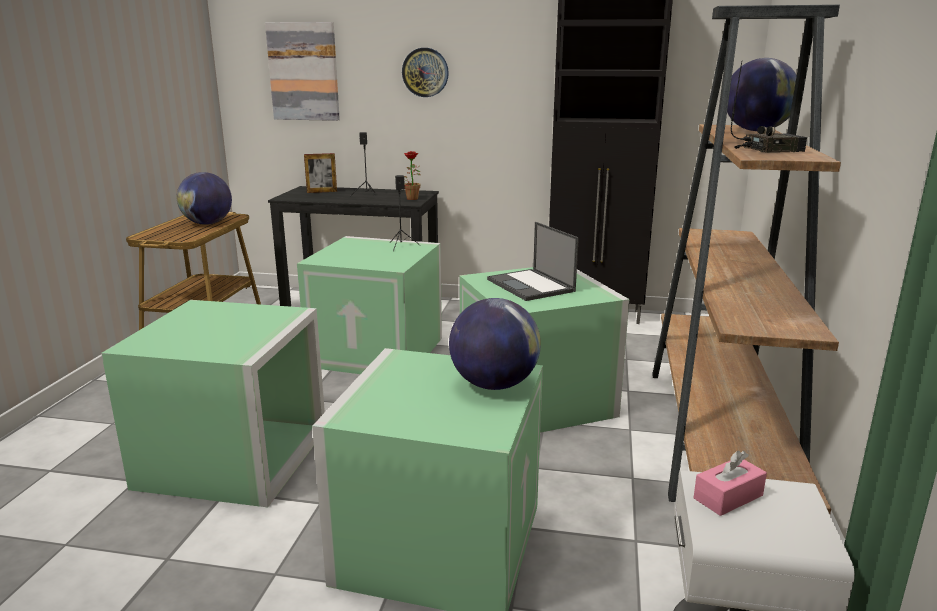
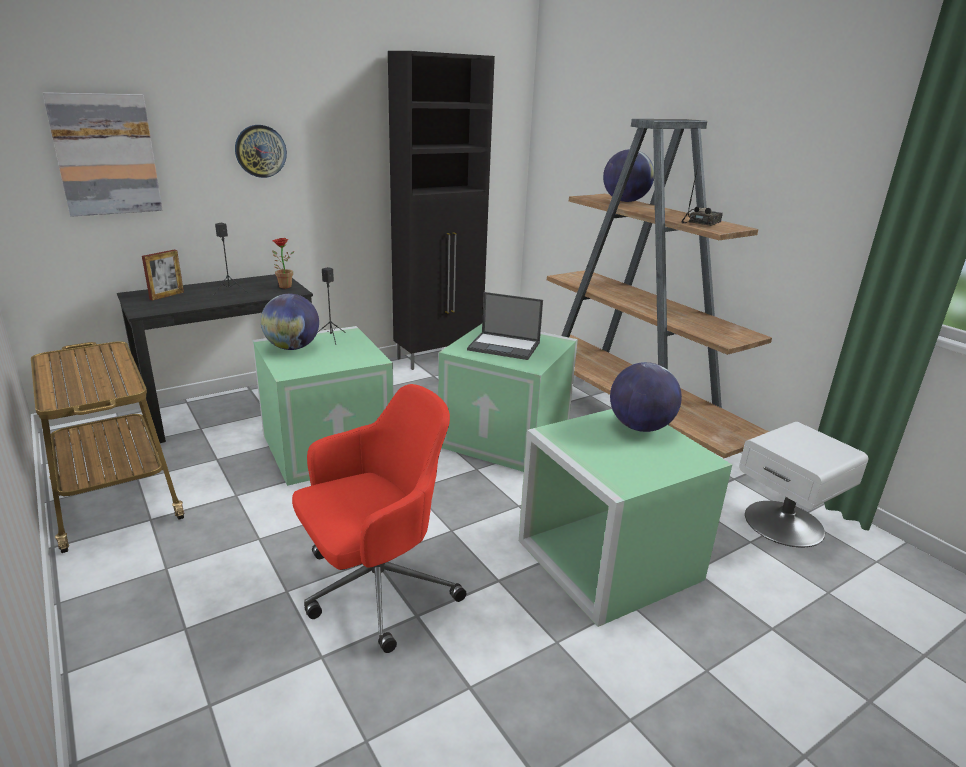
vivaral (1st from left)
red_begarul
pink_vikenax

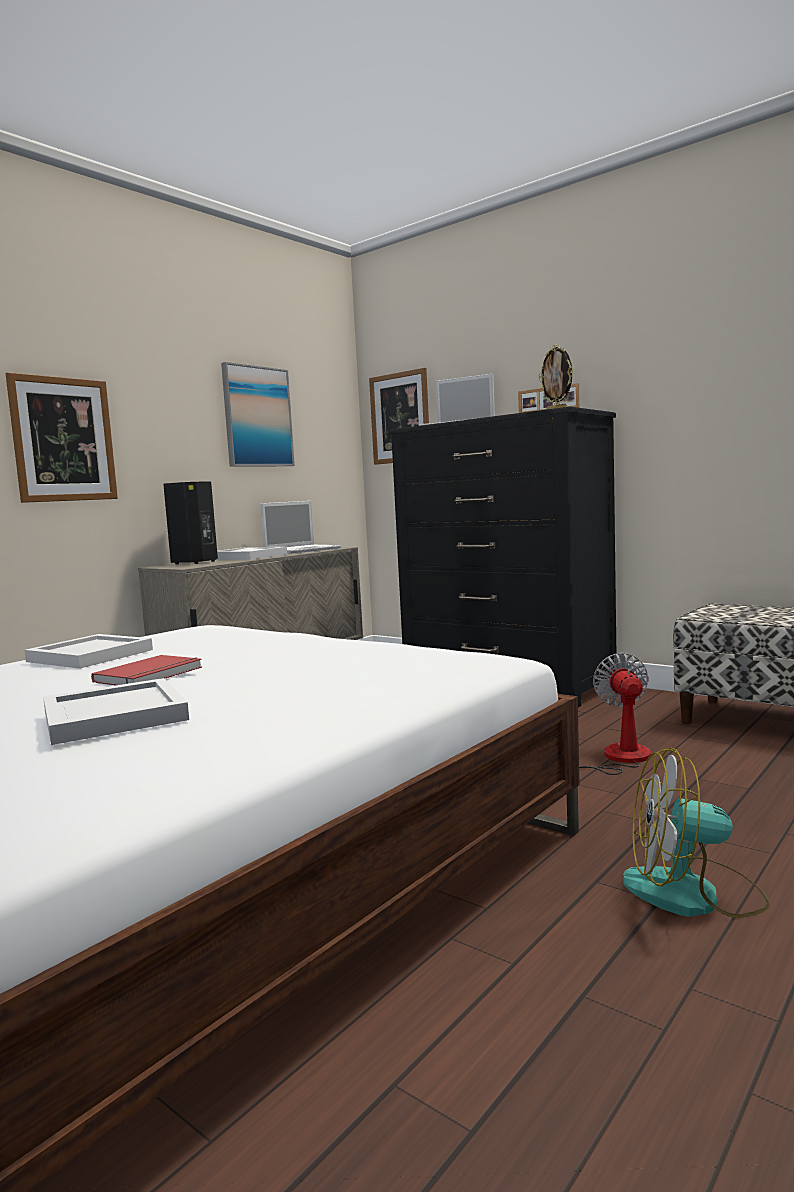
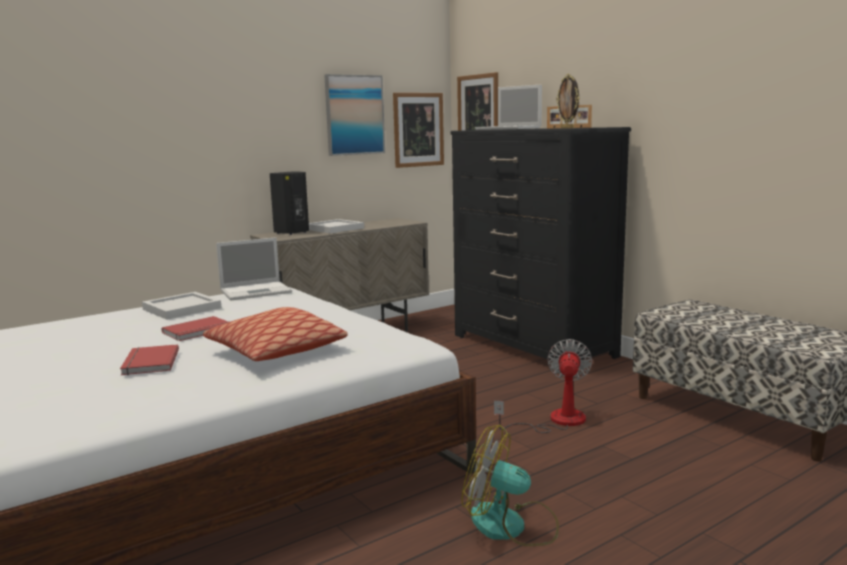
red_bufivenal (1st from left)
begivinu
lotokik (1st from left)
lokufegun (2nd from left)

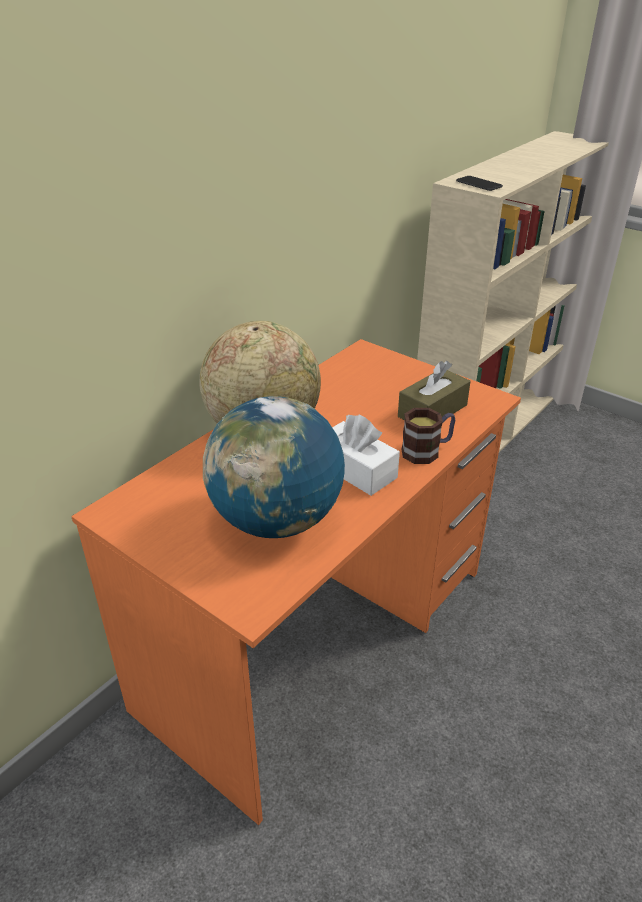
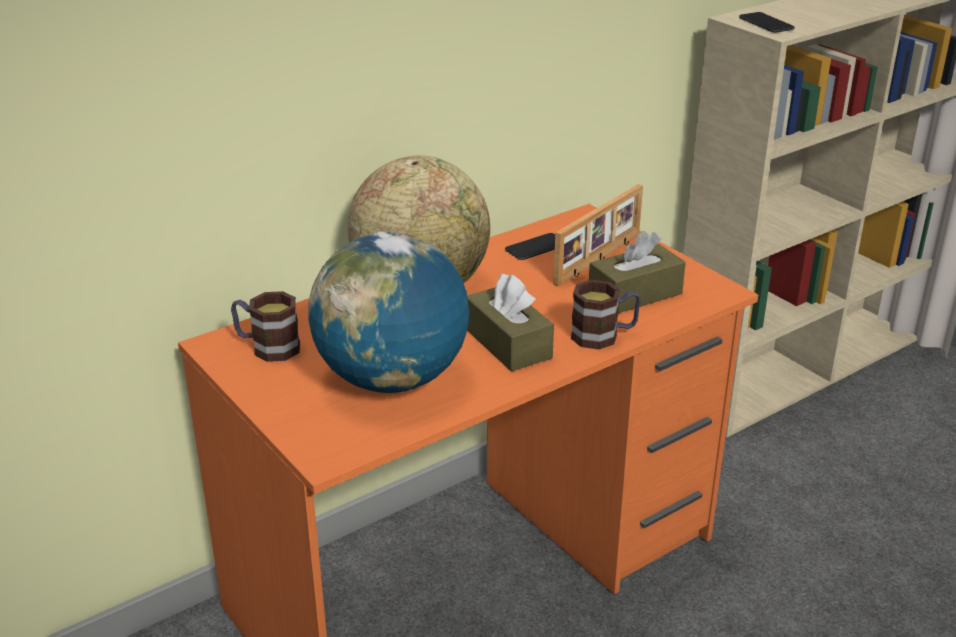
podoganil (1st from left)
brown_vikenax (1st from left)
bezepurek (1st from left)
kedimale

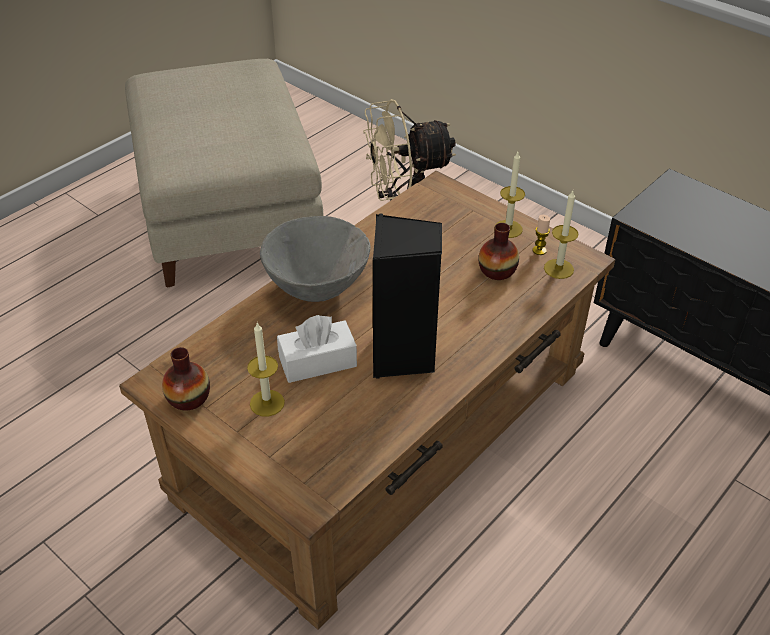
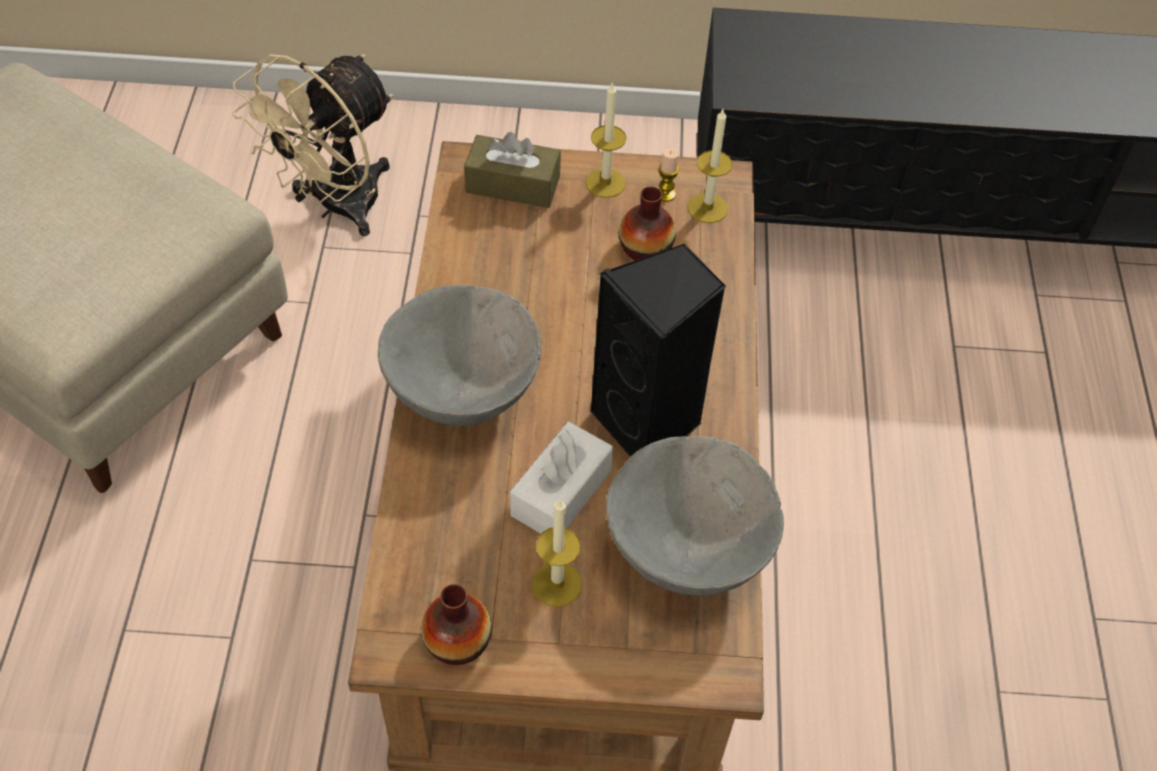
brown_vikenax
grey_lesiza (2nd from left)

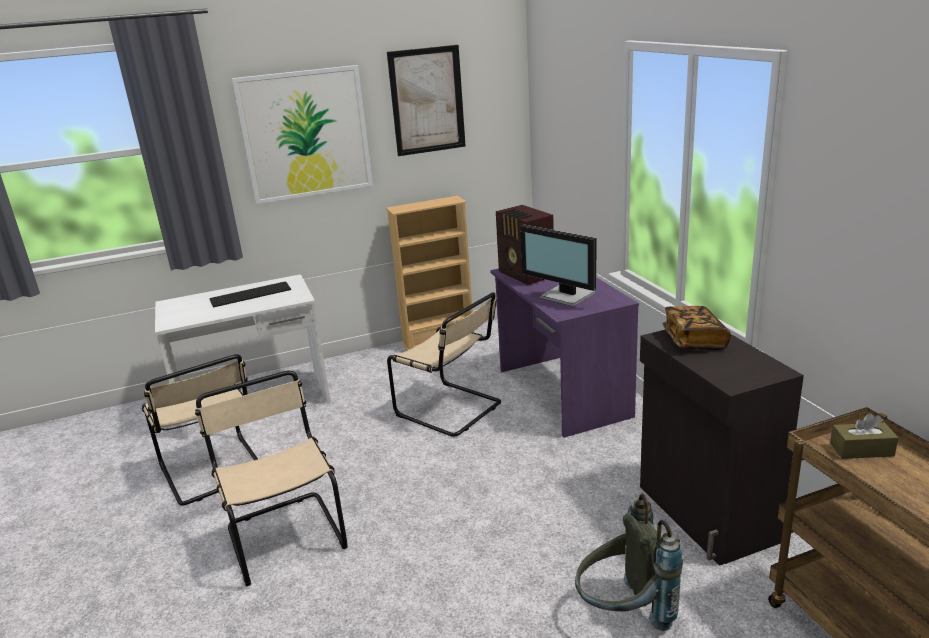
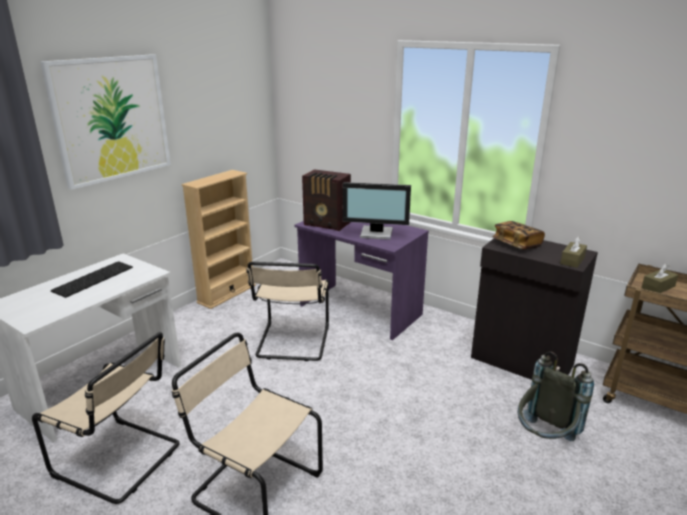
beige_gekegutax (3rd from left)
brown_vikenax (1st from left)
lokufegun (2nd from left in the first image)

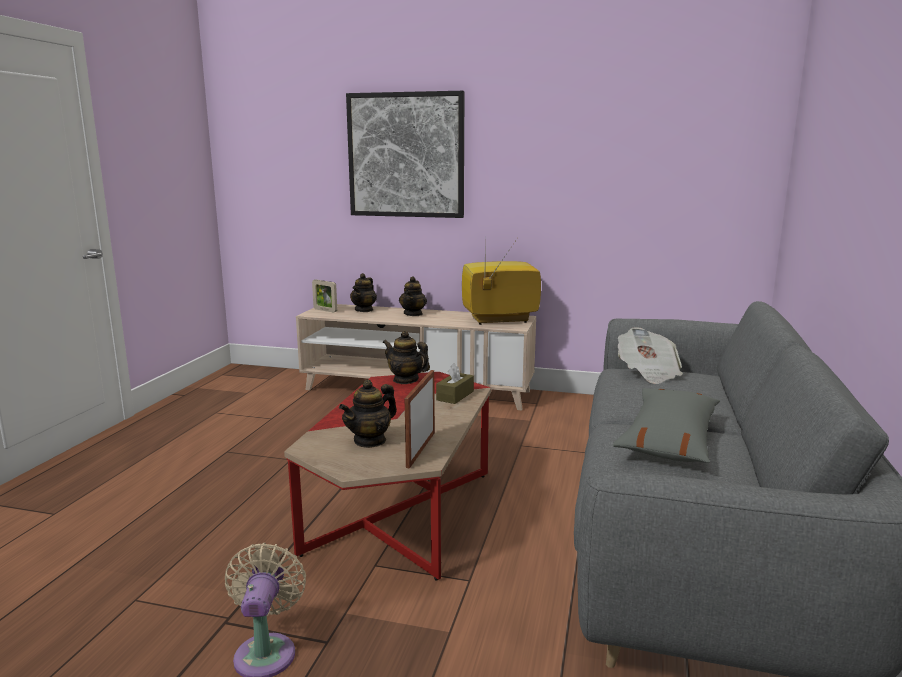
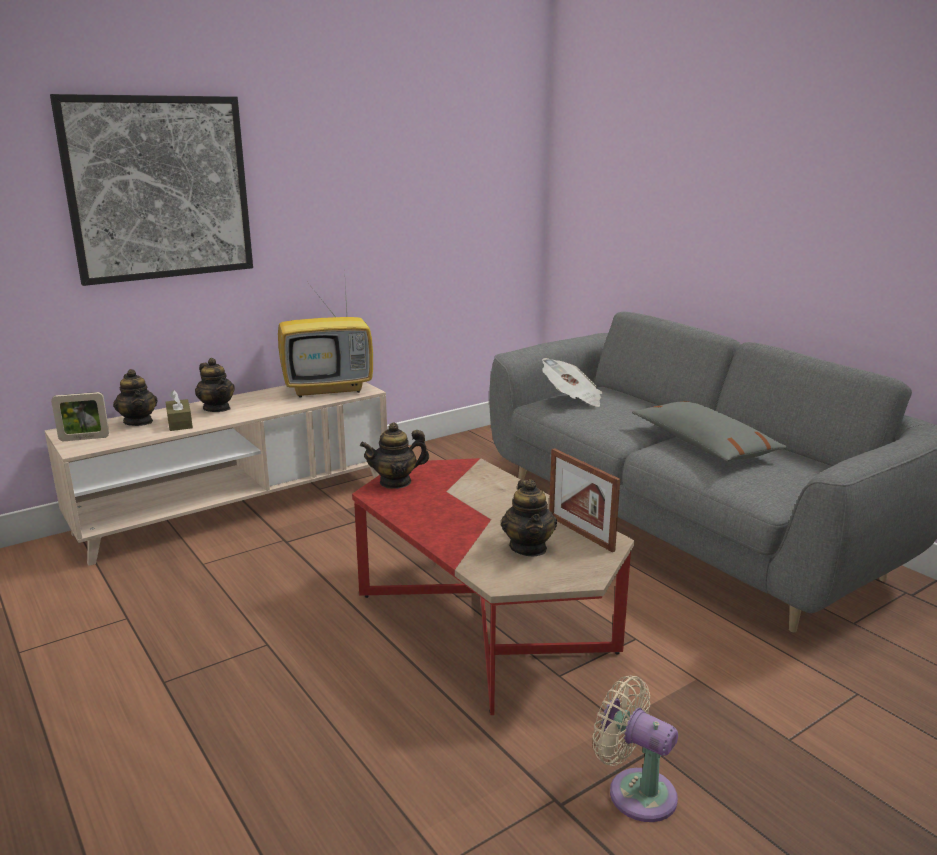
brown_vikenax
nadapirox

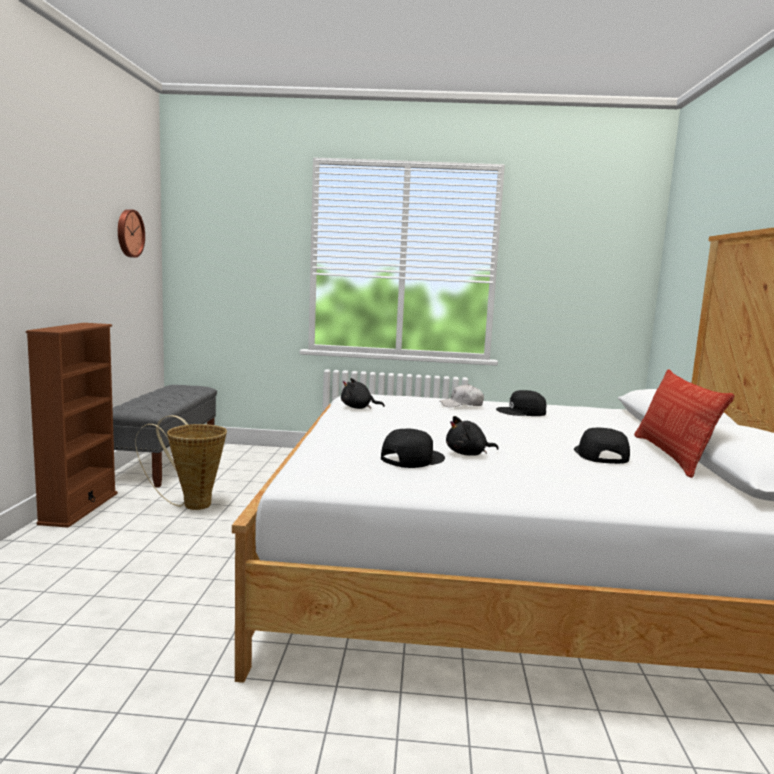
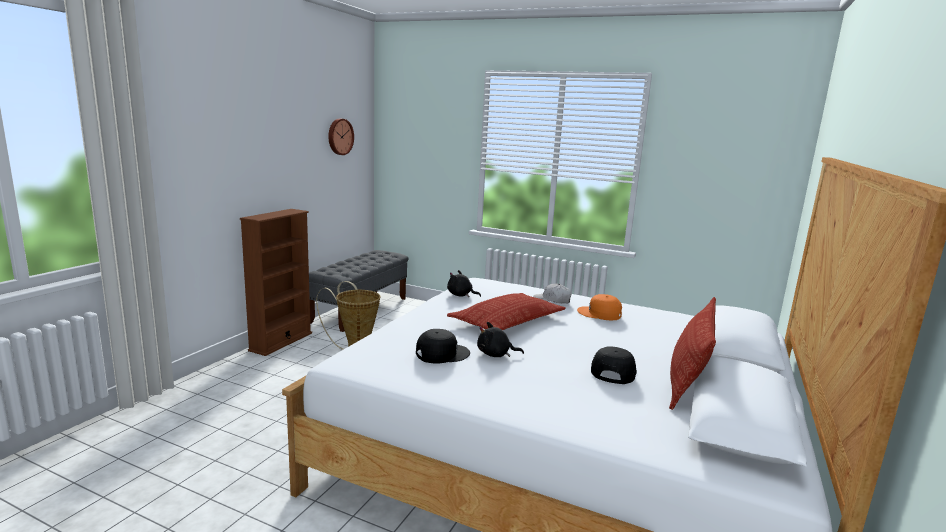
begivinu (1st from left)
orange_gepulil

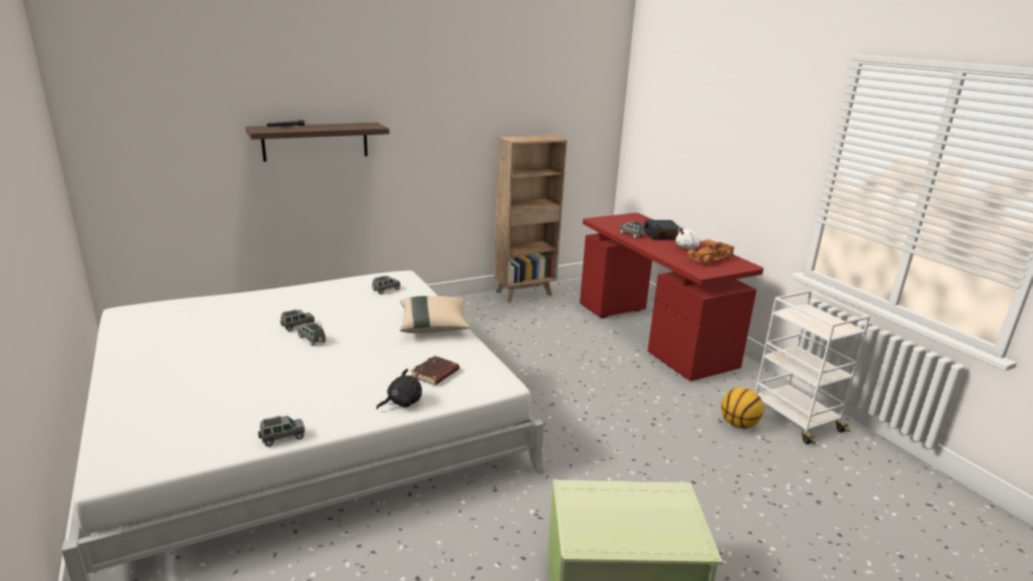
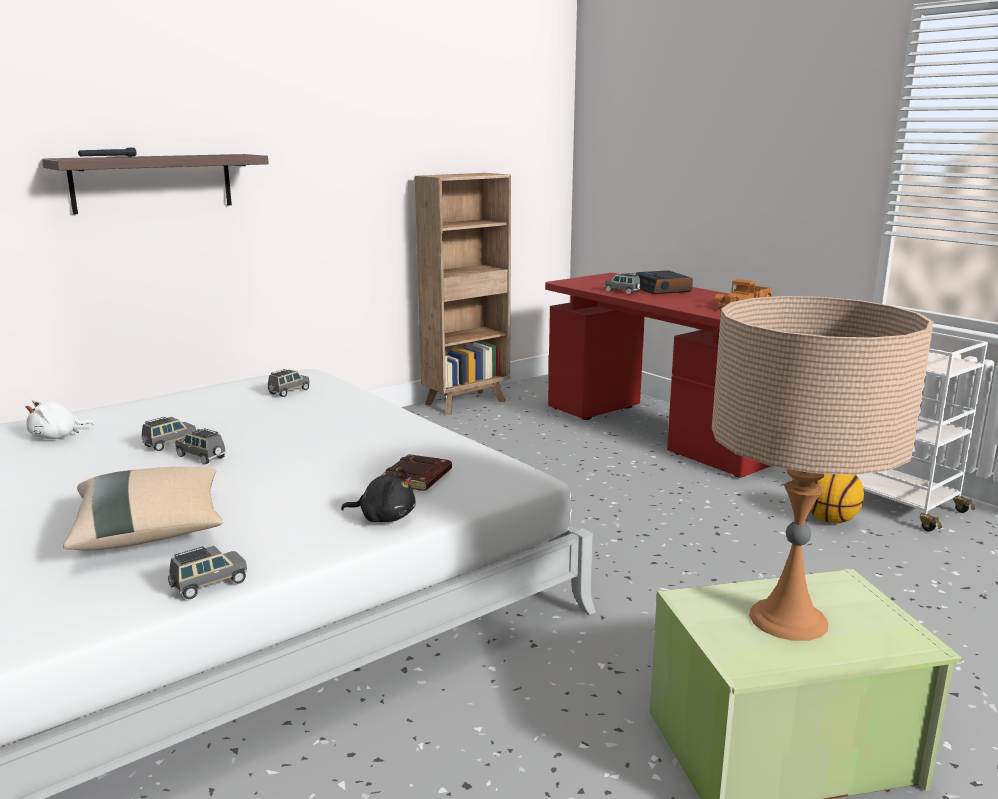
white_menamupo
beige_begivinu
black_menamupo
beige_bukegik

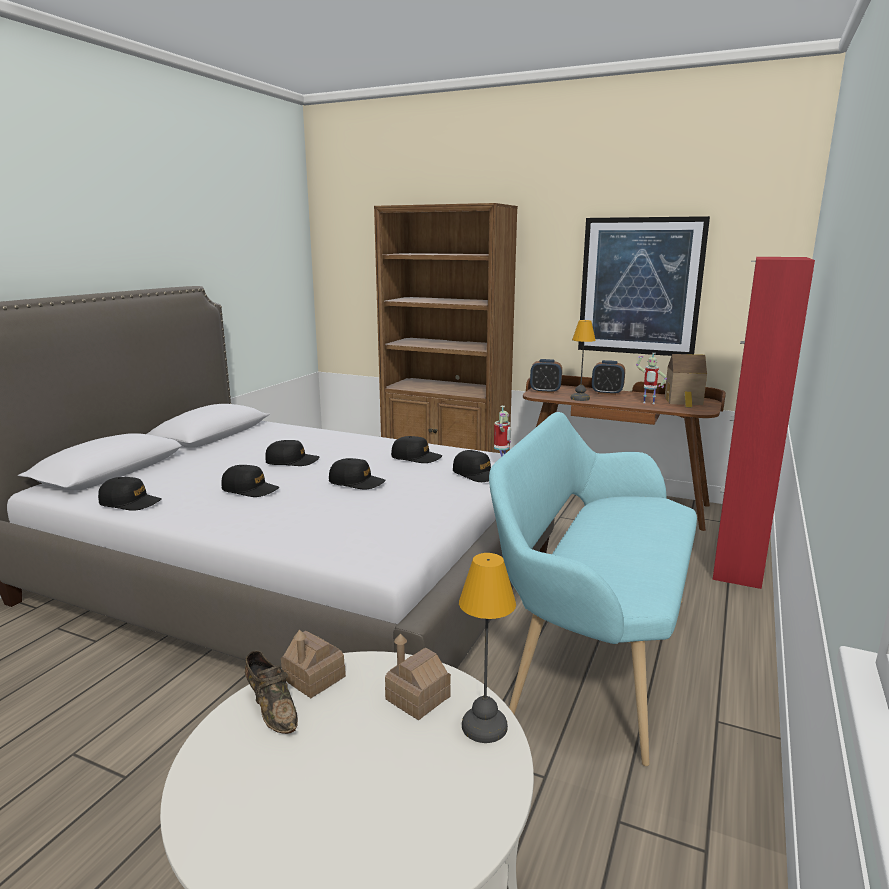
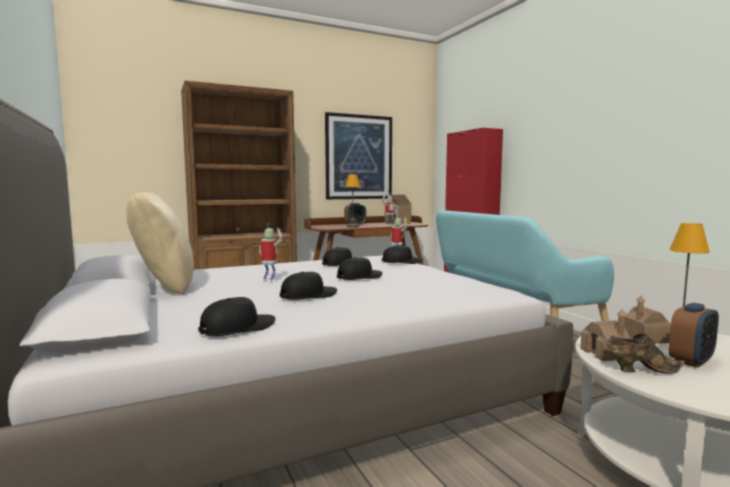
beige_begivinu
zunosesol (1st from left)
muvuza (2nd from left)

